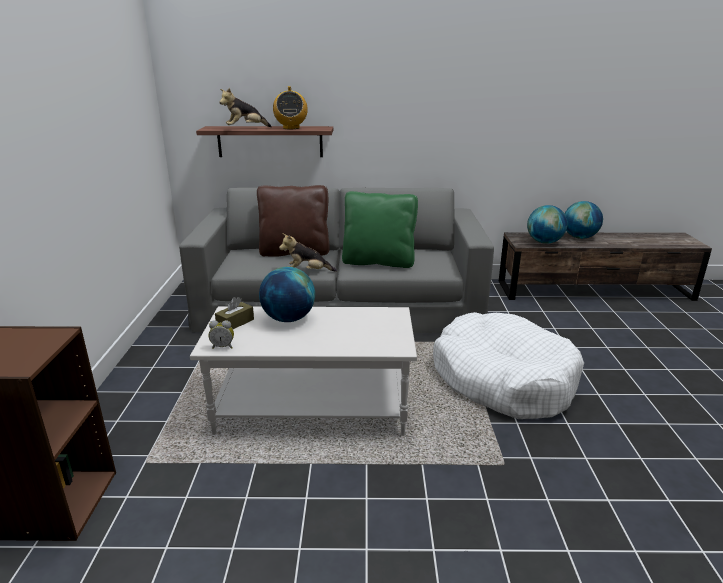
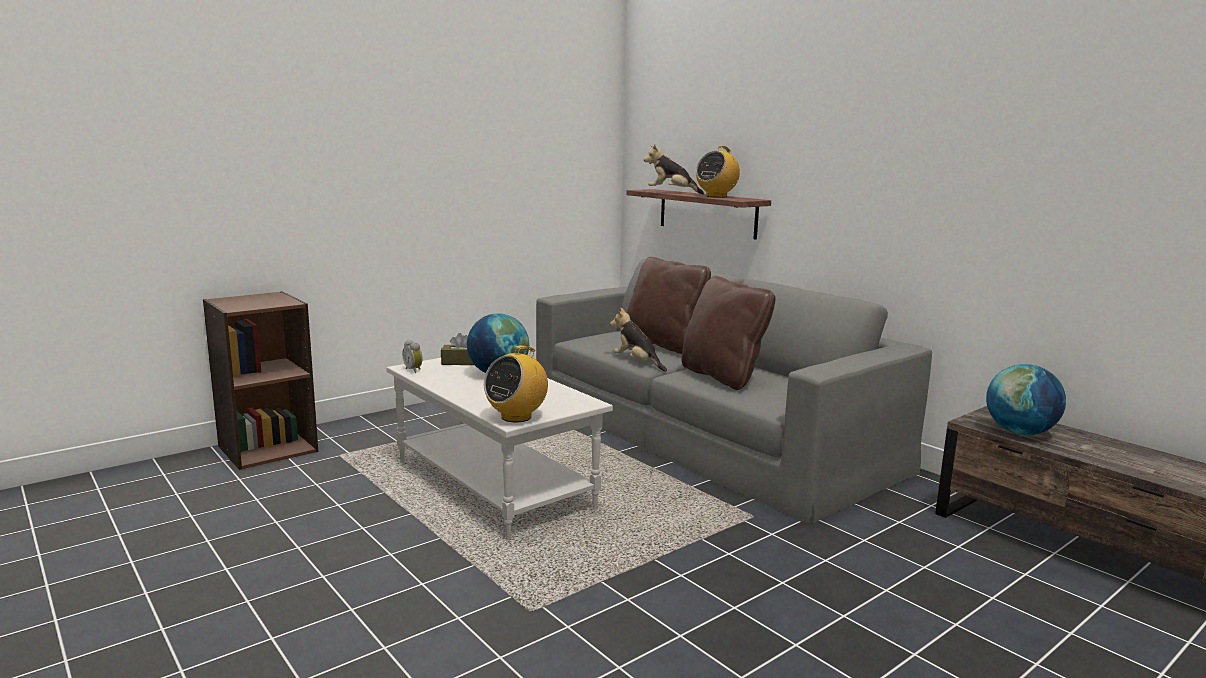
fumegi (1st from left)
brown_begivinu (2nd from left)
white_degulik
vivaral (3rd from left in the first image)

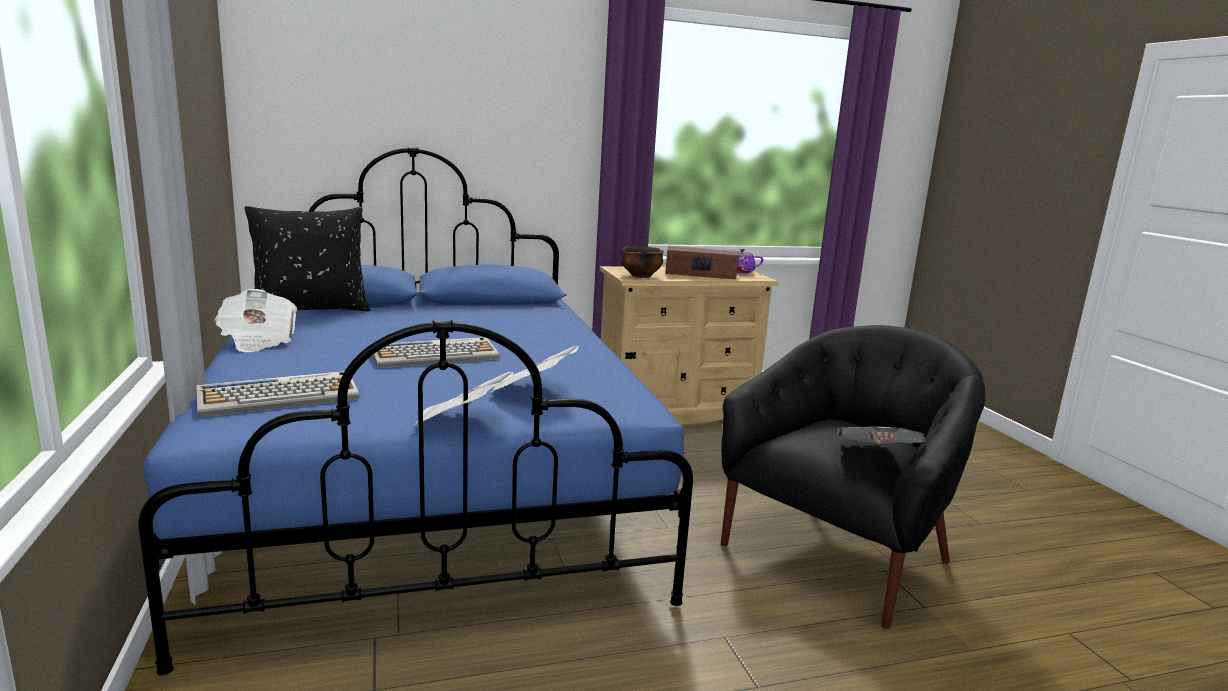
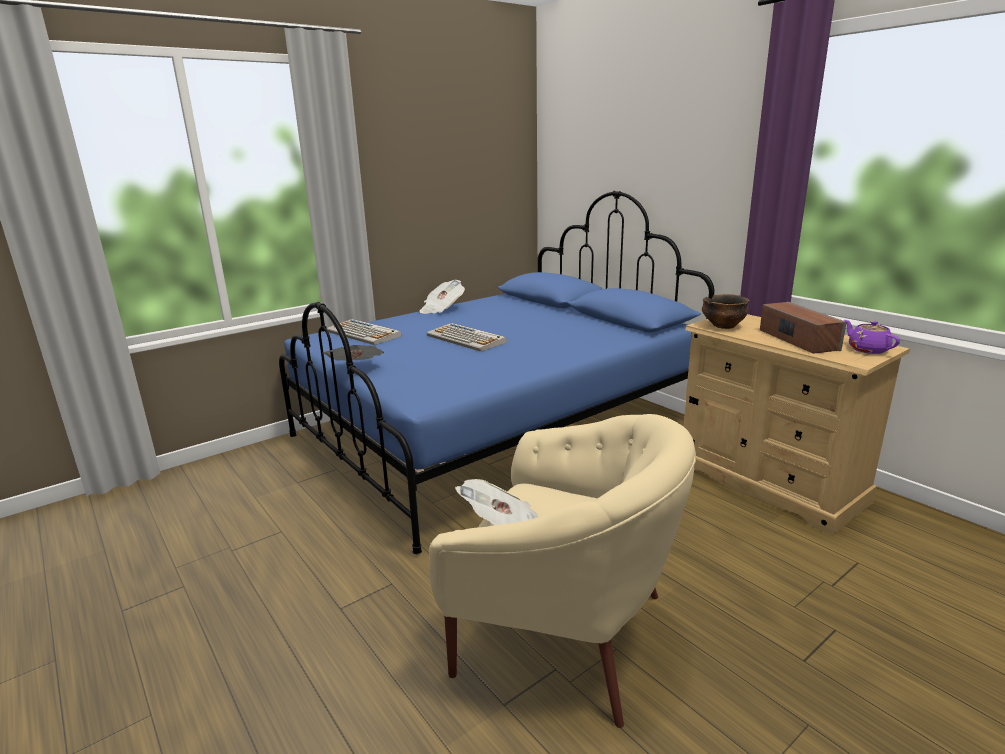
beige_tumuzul
black_begivinu
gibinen (3rd from left in the first image)

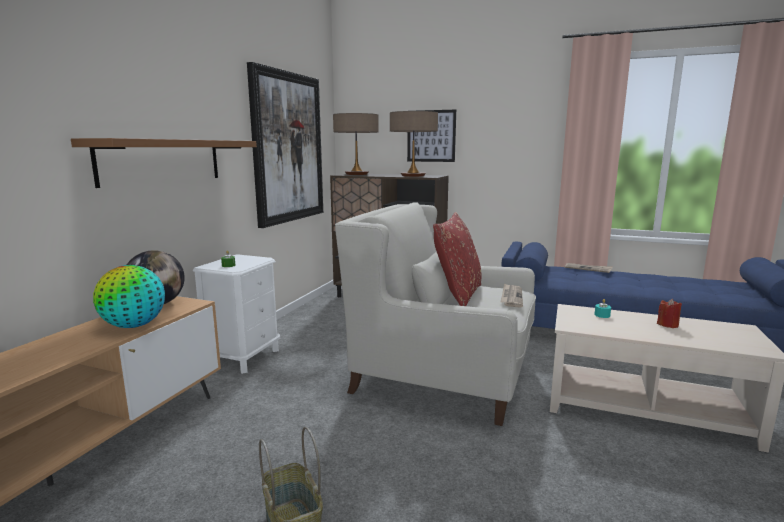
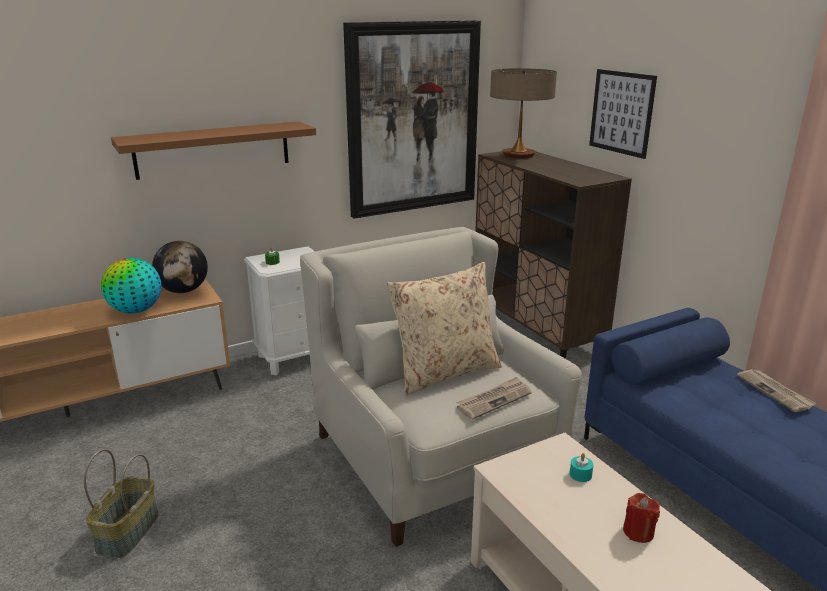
beige_begivinu
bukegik (2nd from left in the first image)

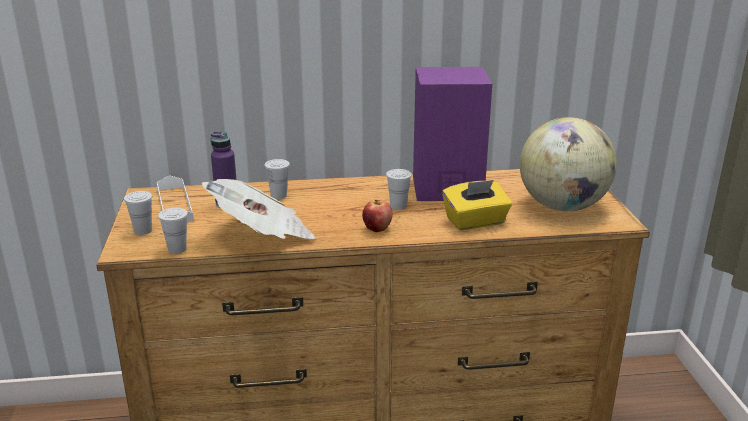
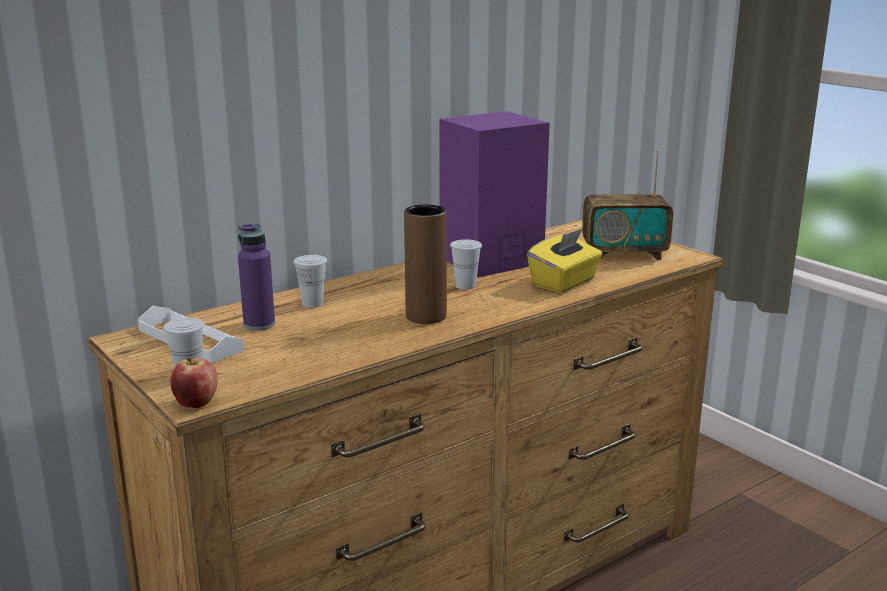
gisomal
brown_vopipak
fumegi
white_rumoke (2nd from left in the first image)
gibinen

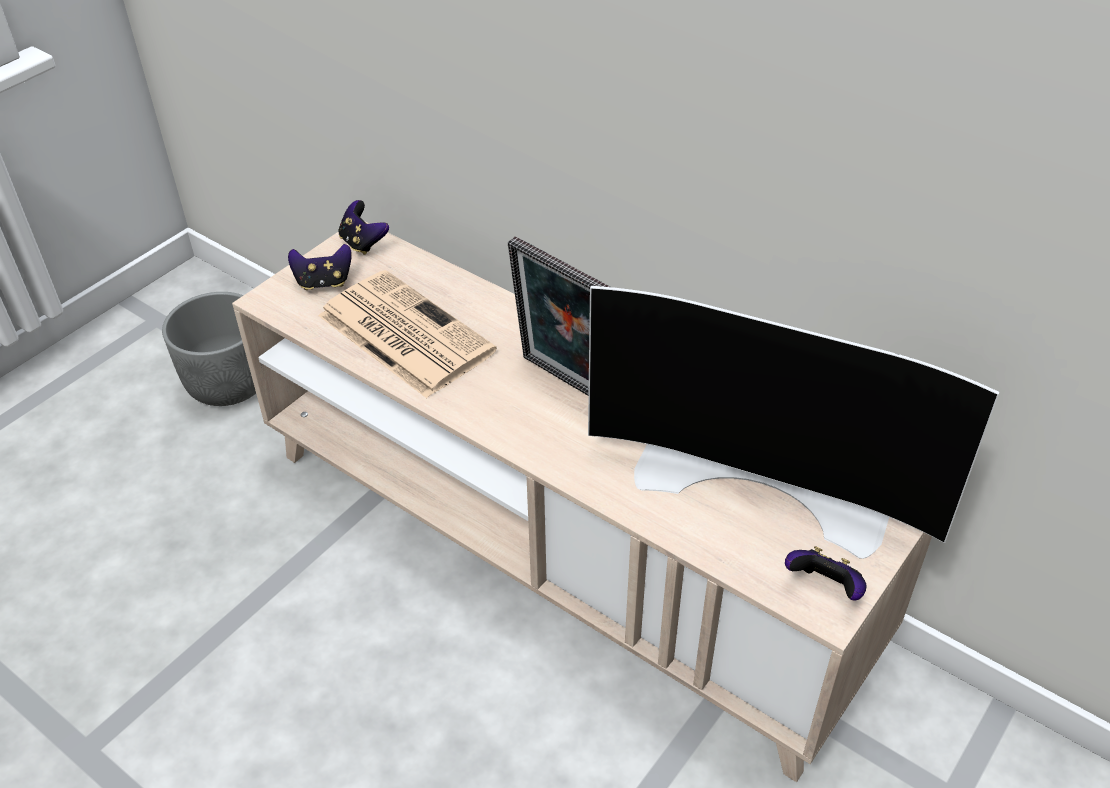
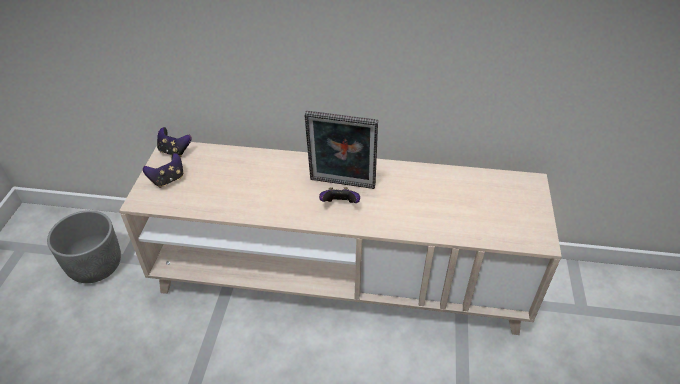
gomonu (3rd from left)
gibinen
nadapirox

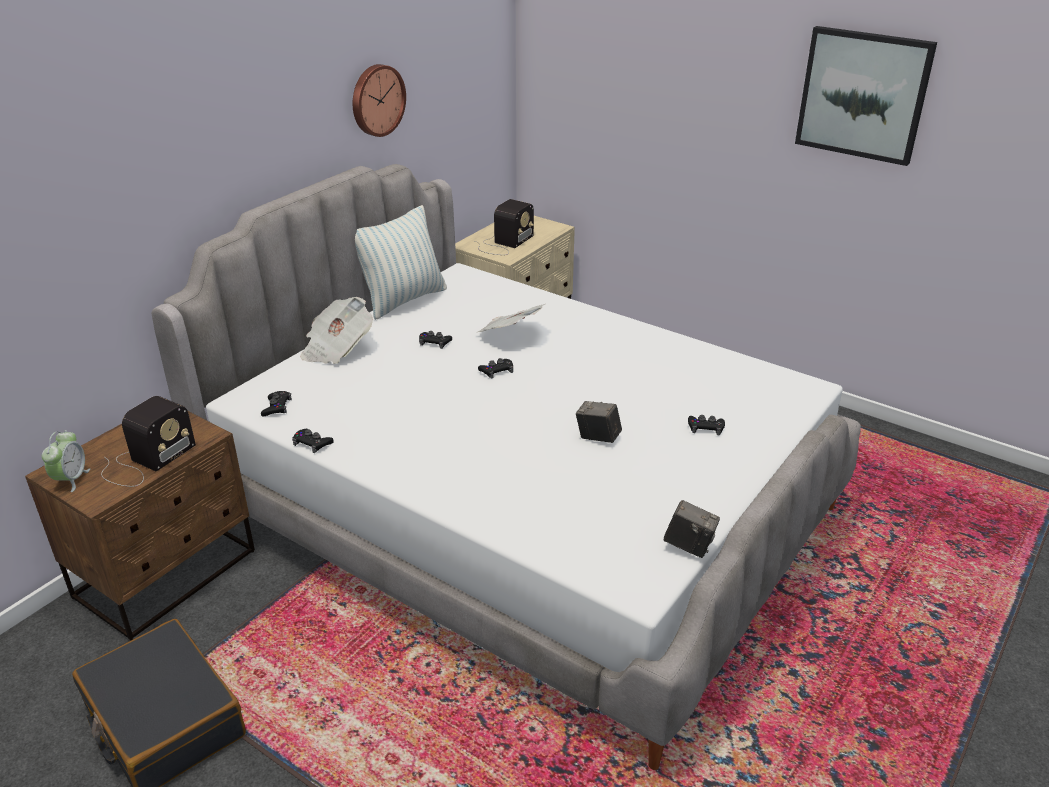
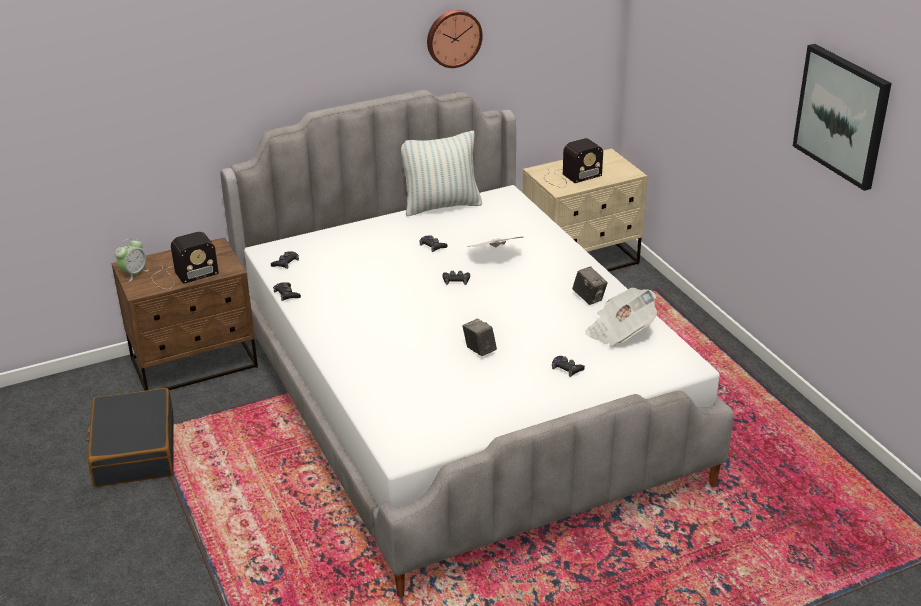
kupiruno (2nd from left)
gibinen (2nd from left)

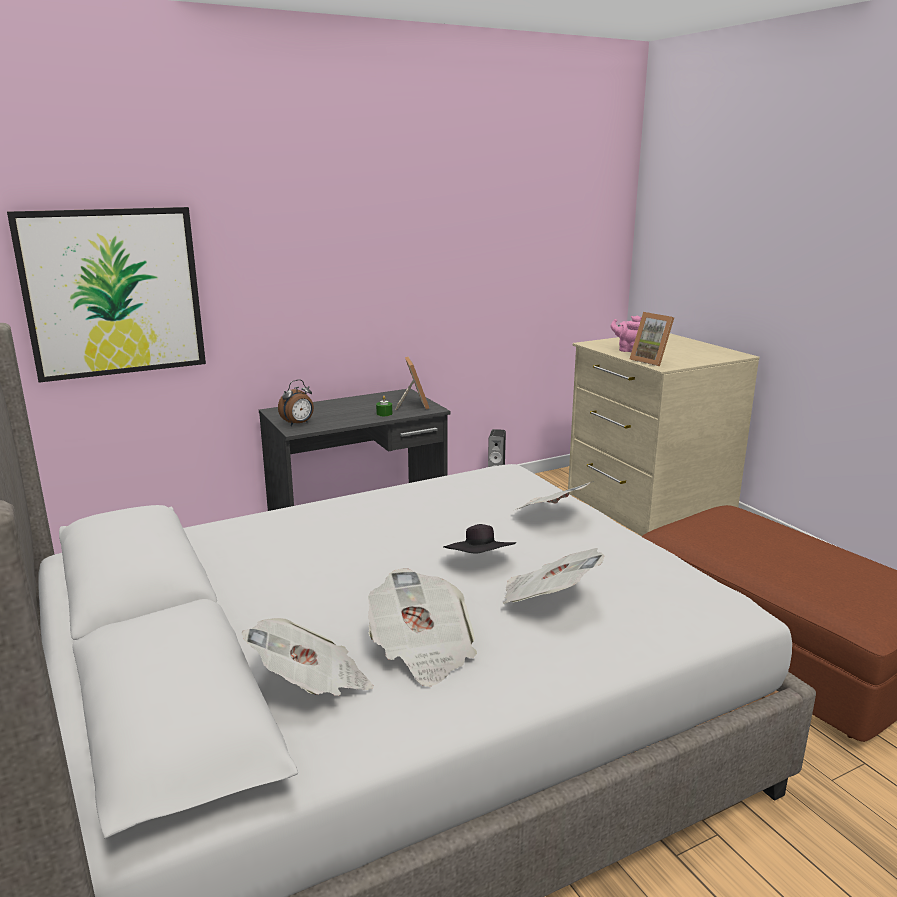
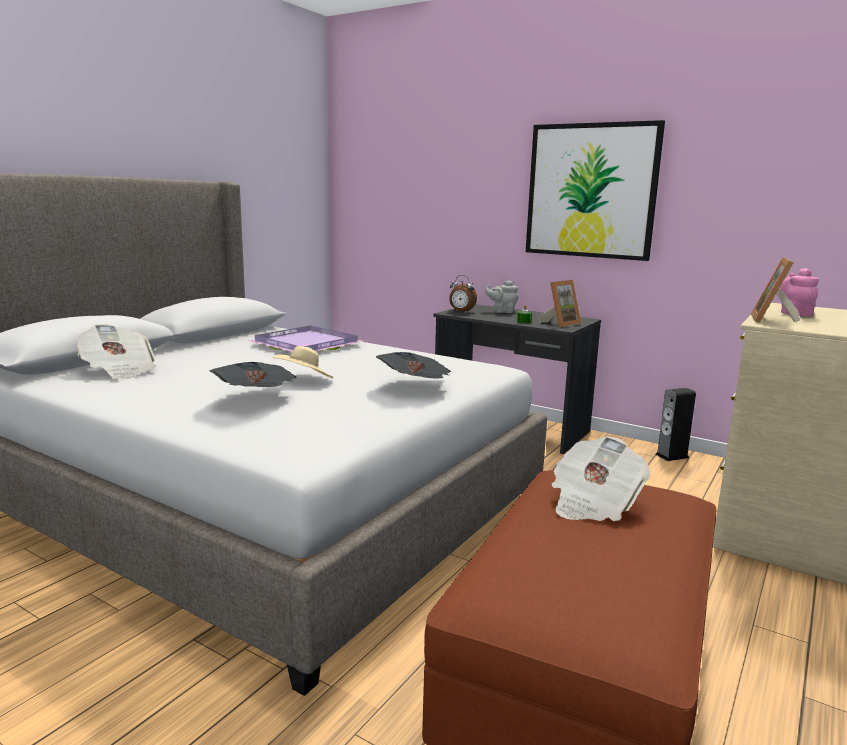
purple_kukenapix
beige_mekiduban
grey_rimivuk
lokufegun
gibinen (4th from left)

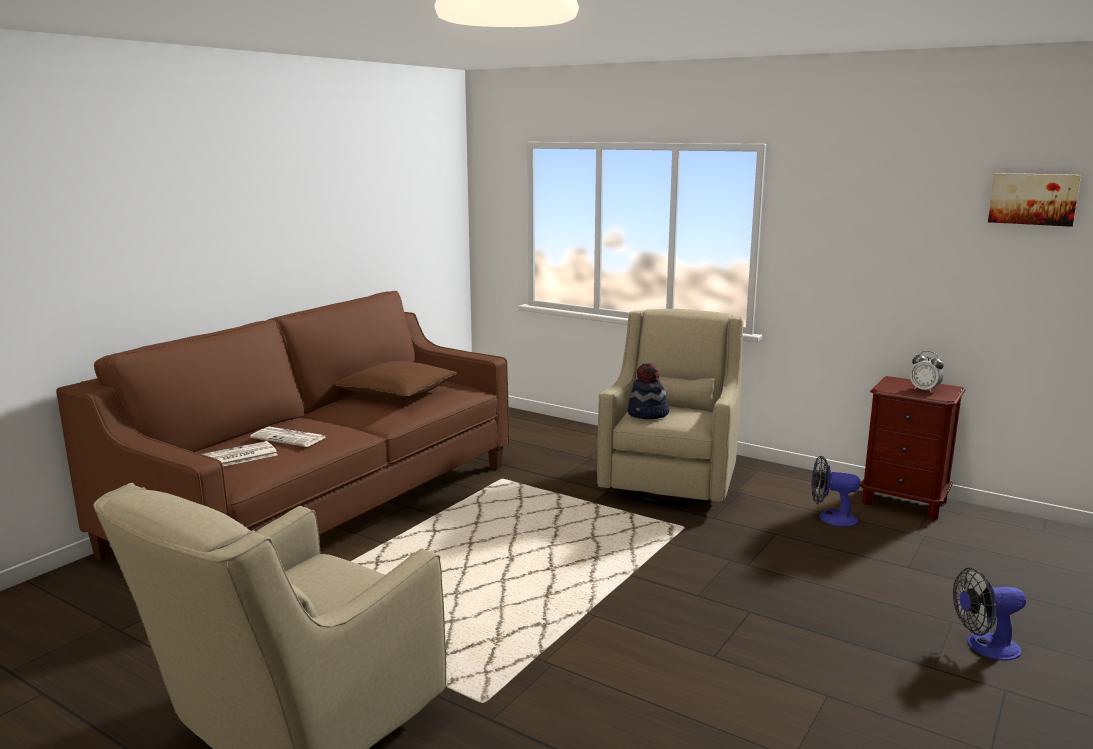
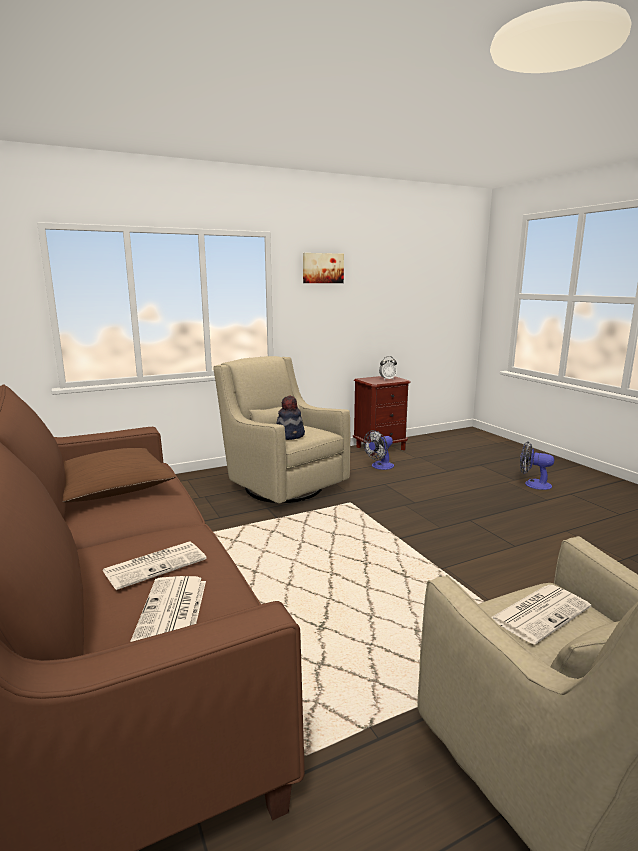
lokufegun
gibinen (3rd from left)
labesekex (2nd from left)

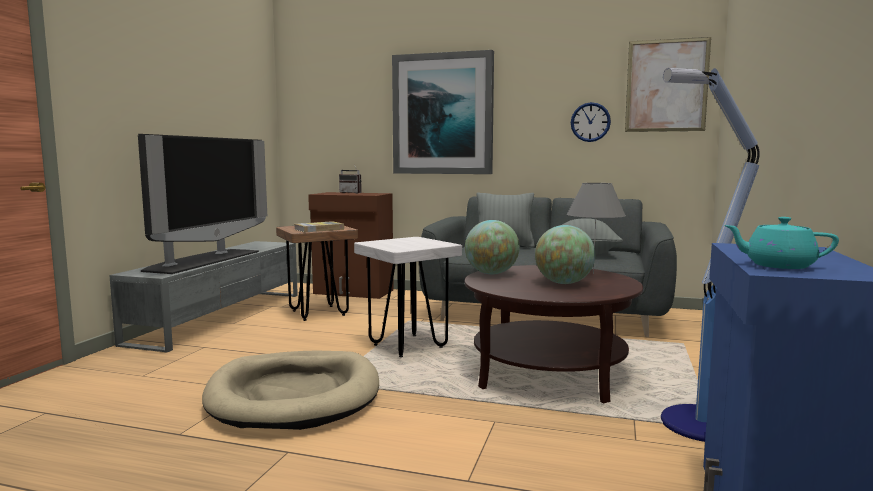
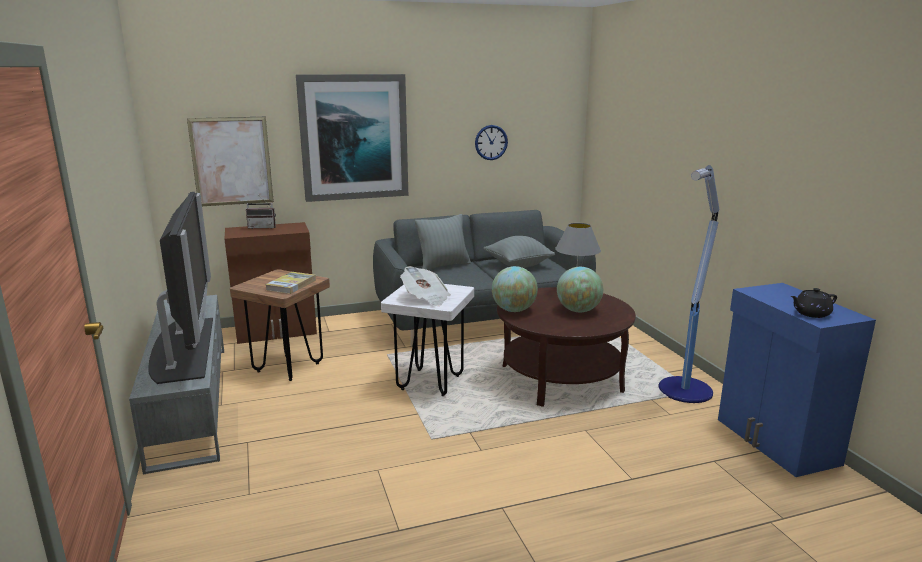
lokufegun (1st from left)
gibinen
black_rimivuk
beige_degulik

